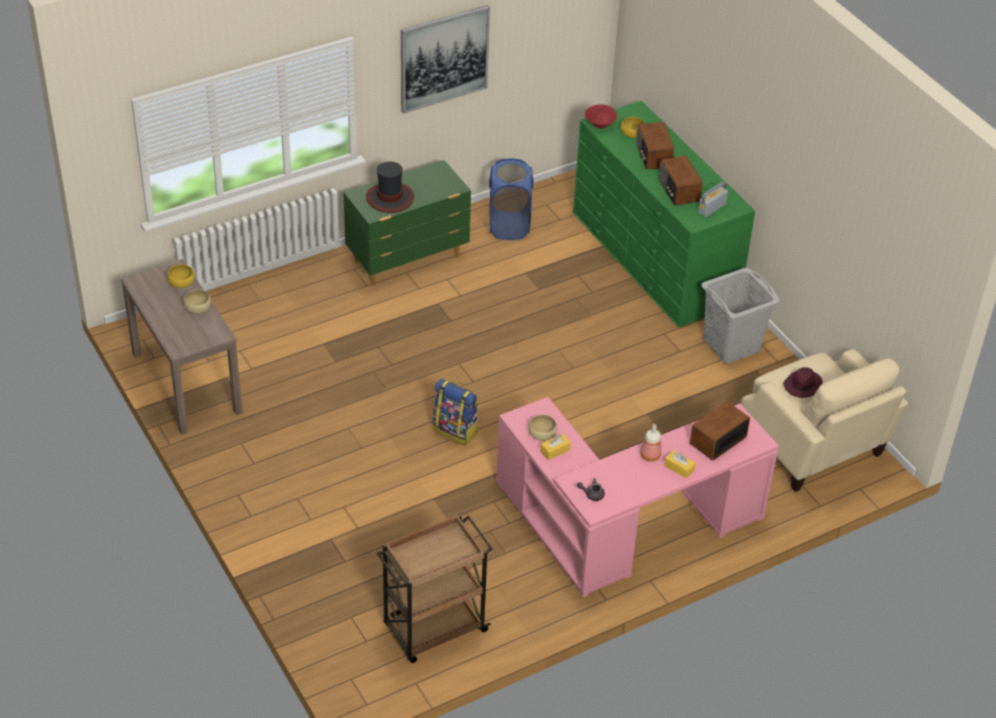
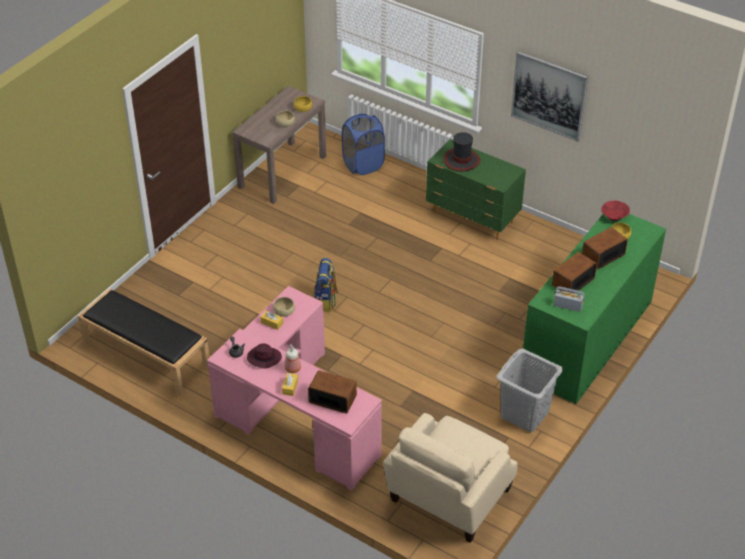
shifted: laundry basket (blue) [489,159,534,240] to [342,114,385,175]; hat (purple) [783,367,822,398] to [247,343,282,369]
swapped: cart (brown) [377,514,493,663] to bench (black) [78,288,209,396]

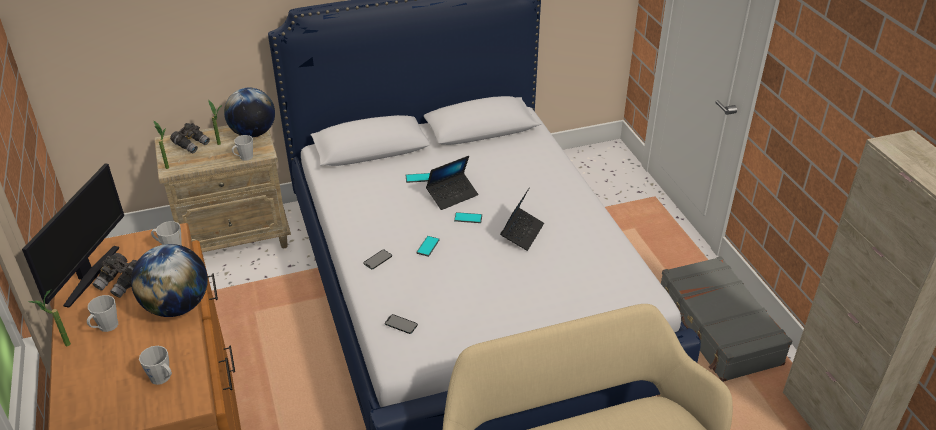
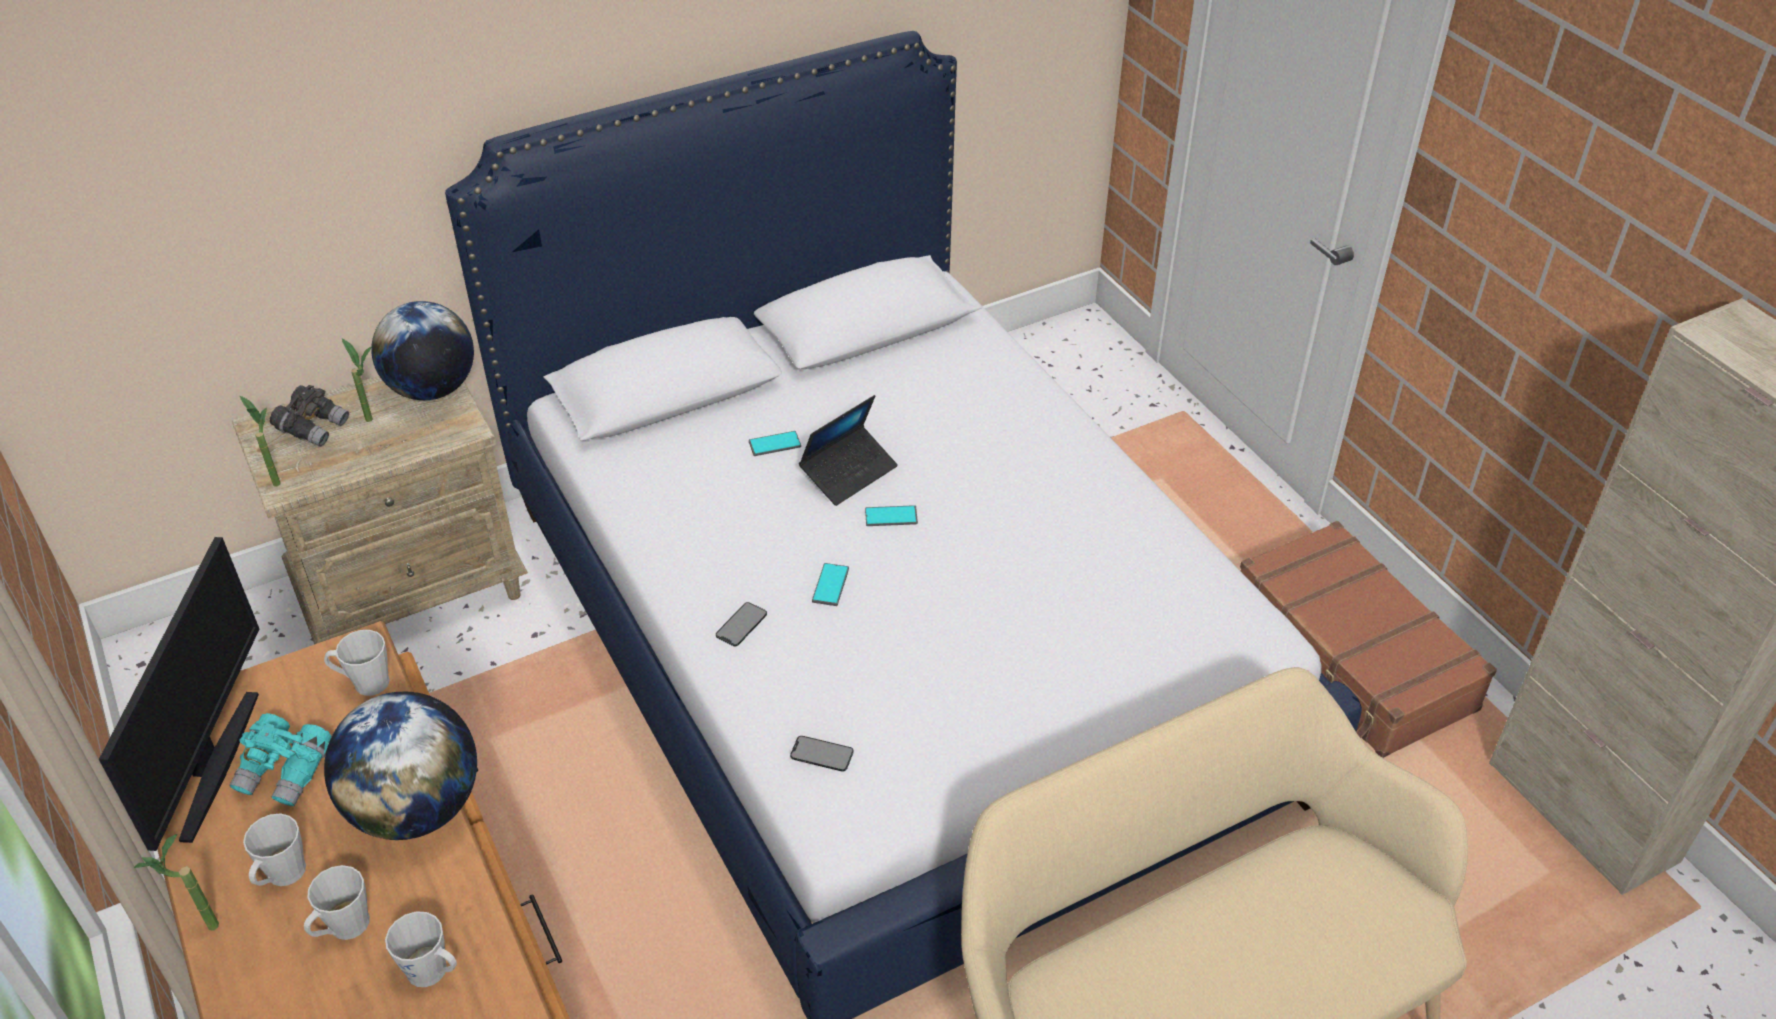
gone: laptop [500,189,544,251]
shifted: mug (grey) [232,135,253,161] to [304,865,370,940]
repainted: binoculars (grey) [93,253,138,298] to binoculars (turquoise) [229,713,331,806]; suitcase (grey) [661,256,792,382] to suitcase (brown) [1240,521,1497,758]

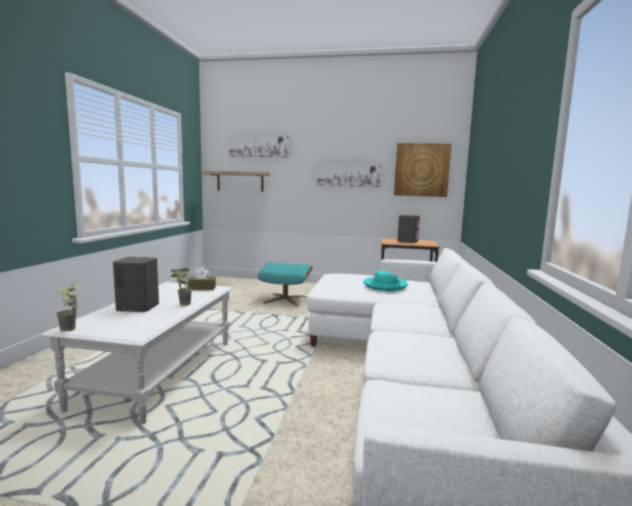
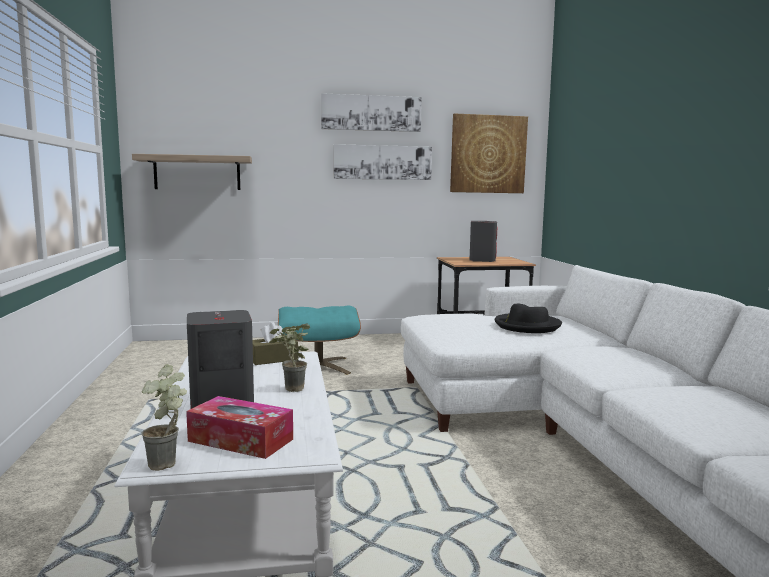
new: tissue box [186,396,293,459]
shifted: picture [229,136,289,157] to [321,93,422,132]
repainted: hat (turquoise) [363,270,408,291] to hat (black) [495,304,562,333]

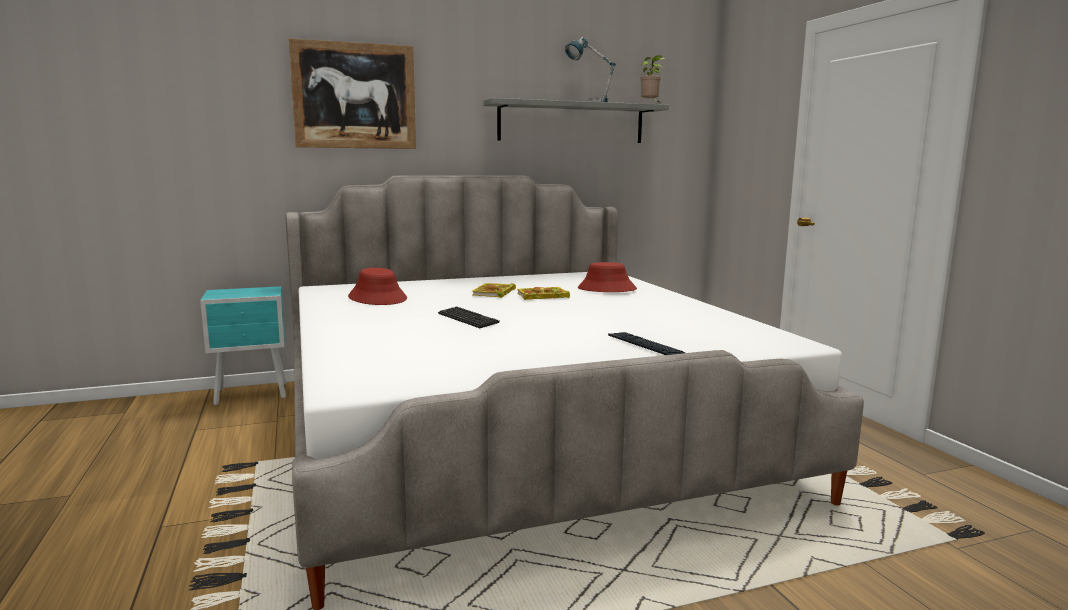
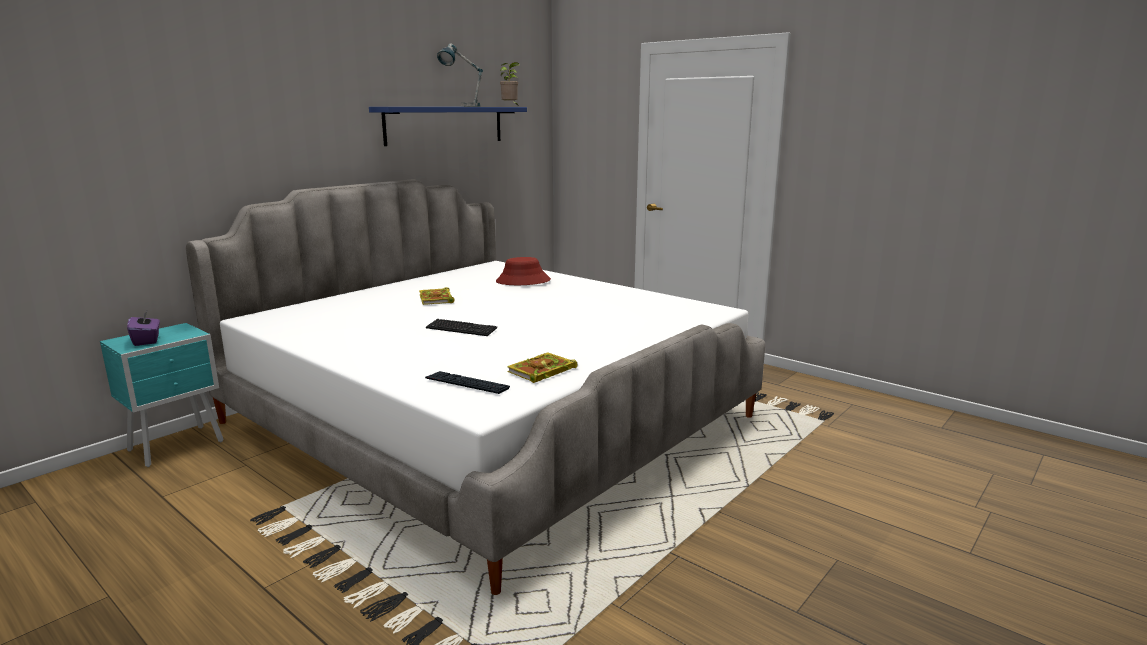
gone: picture [288,38,416,149]; hat (red) [348,268,407,305]
new: tissue box (purple) [127,309,160,346]
shifted: book [517,287,570,300] to [507,352,578,383]; keyboard [608,332,686,355] to [425,371,510,394]
repainted: shelf (grey) [483,98,669,143] to shelf (blue) [369,107,527,146]

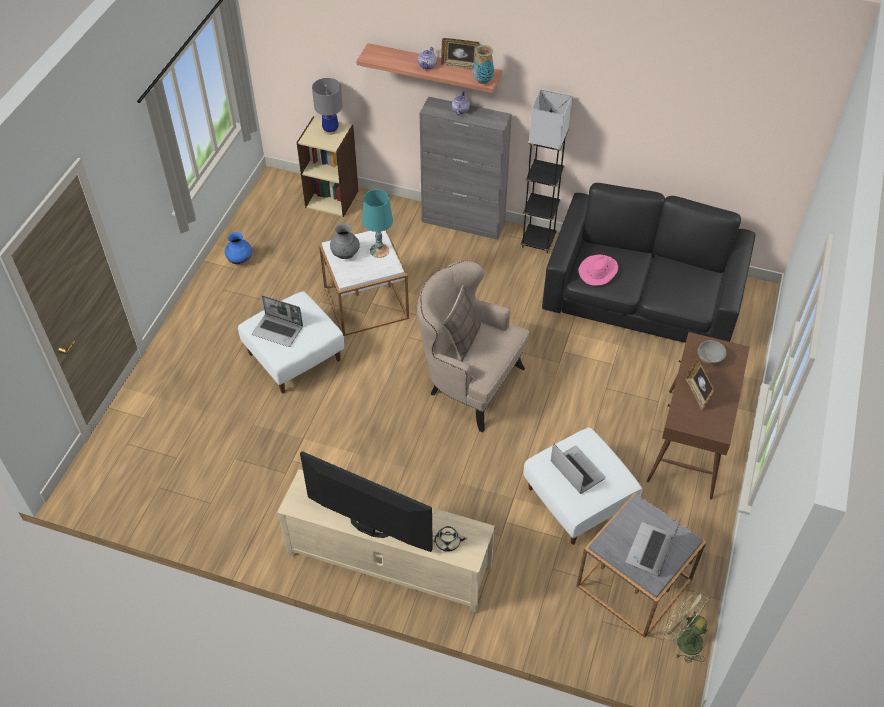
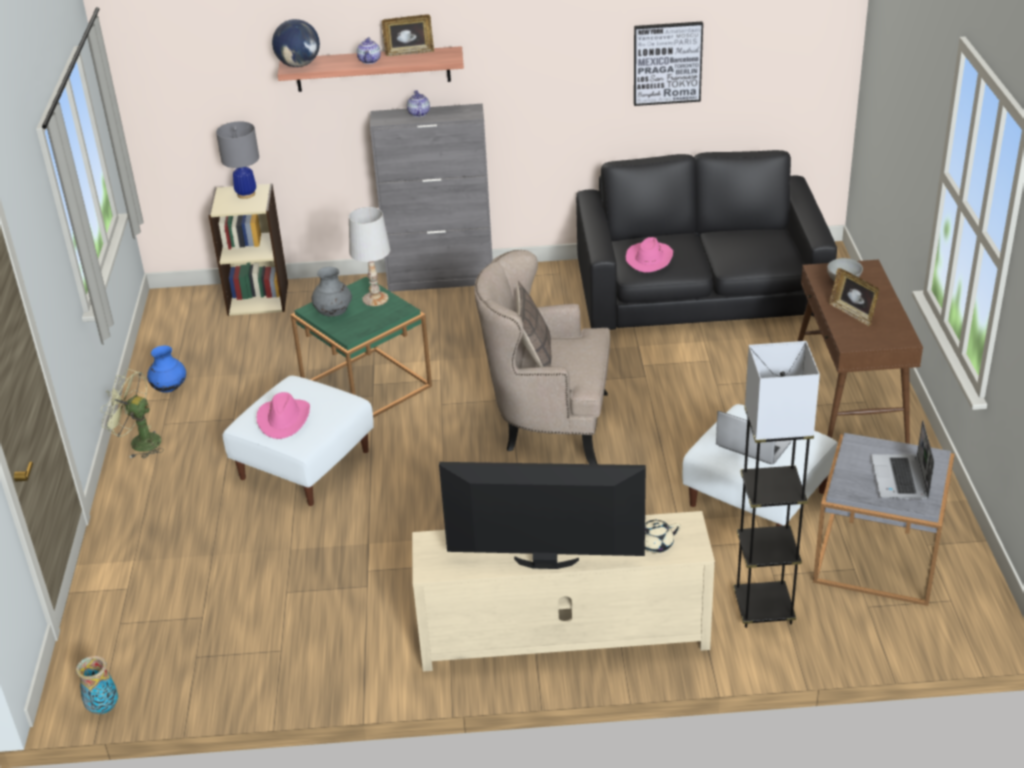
new: globe [272,19,320,67]; picture [634,22,703,106]
shifted: vase [473,45,494,84] to [76,656,118,714]; floor lamp (grey) [520,89,572,253] to [733,341,820,628]; fan (green) [663,590,710,663] to [101,369,164,458]
swapped: laptop [252,295,303,347] to hat (pink) [257,392,310,439]
repainted: side table (white) [319,230,409,336] to side table (green) [291,277,432,418]; table lamp (turquoise) [362,190,393,258] to table lamp (white) [349,207,390,306]

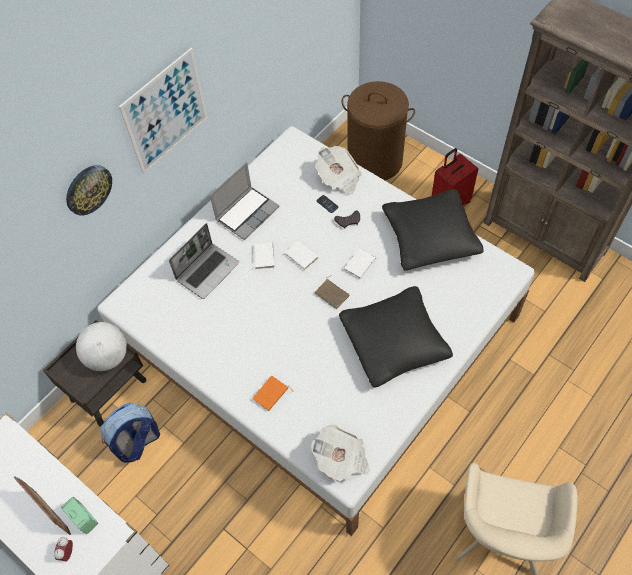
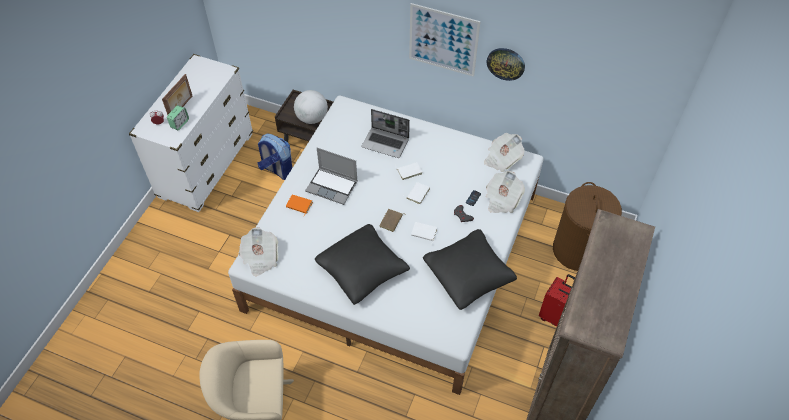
new: newspaper [484,133,524,172]
shifted: wall clock [66,165,112,215] to [487,48,525,81]; laptop [210,162,280,240] to [305,148,358,205]

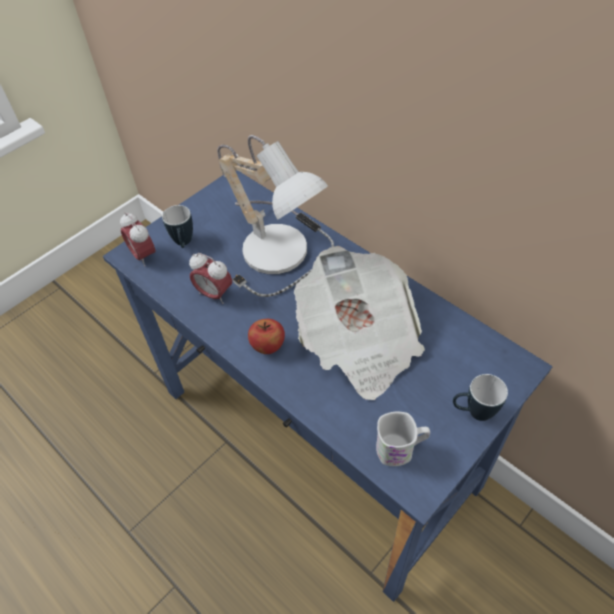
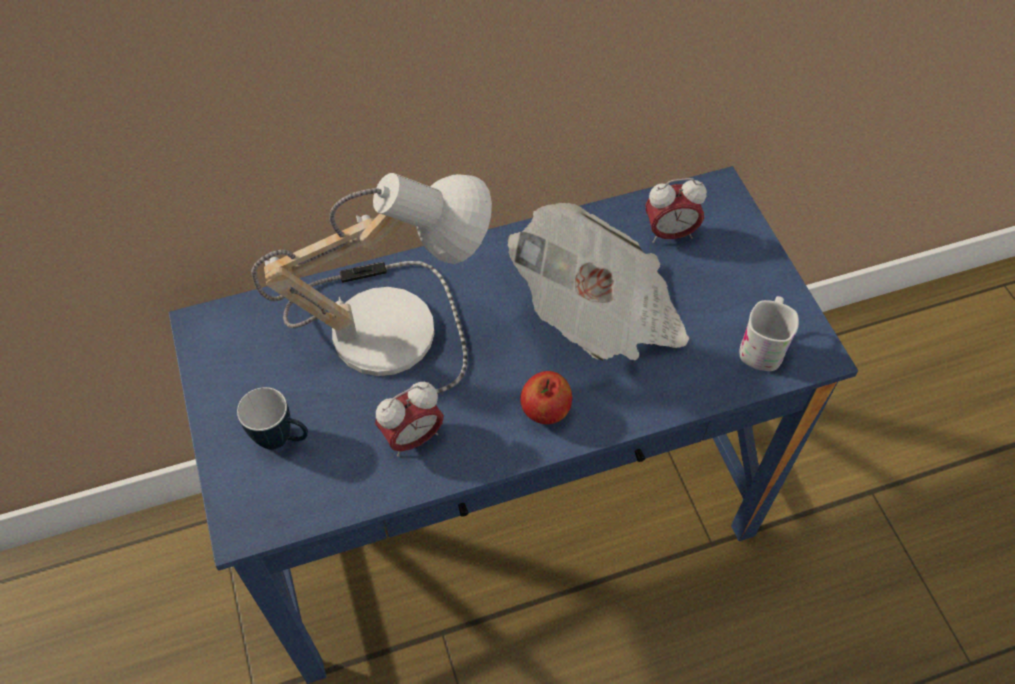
gone: mug [453,374,508,421]
shifted: alarm clock [120,212,156,267] to [645,178,707,243]

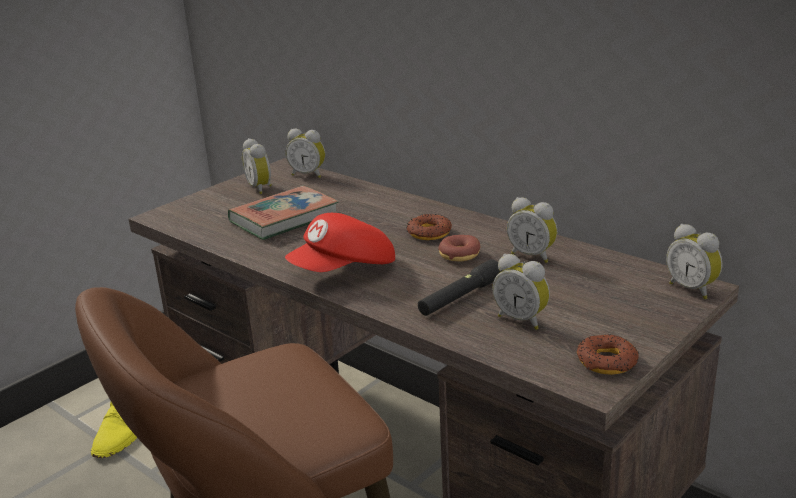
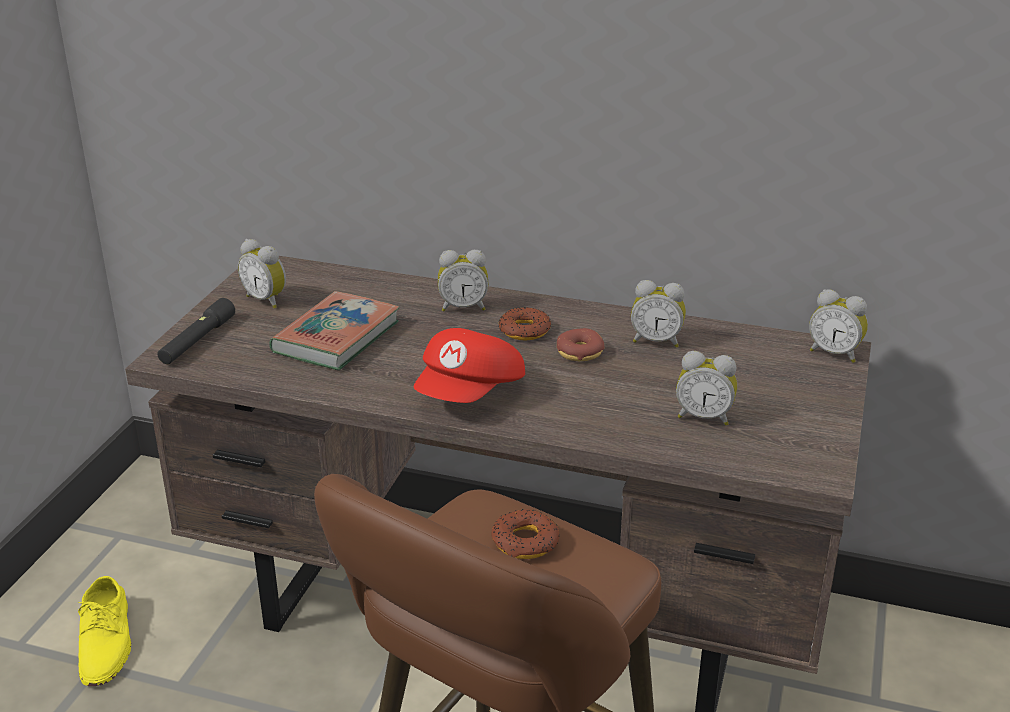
shifted: alarm clock [286,129,325,178] to [438,250,488,312]; flashlight (black) [418,259,502,316] to [157,298,235,364]; donut [577,334,639,375] to [492,509,559,559]

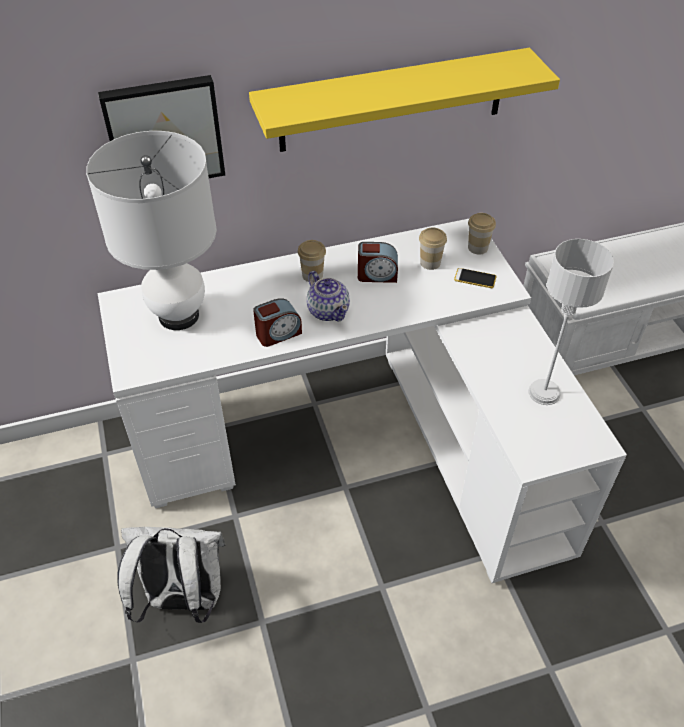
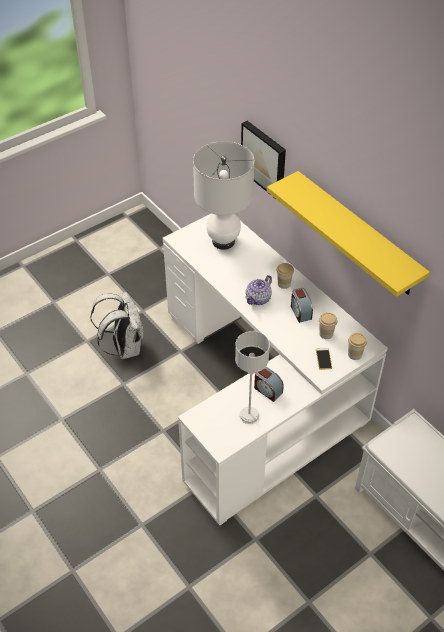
shifted: alarm clock [253,298,302,347] to [254,367,284,402]

